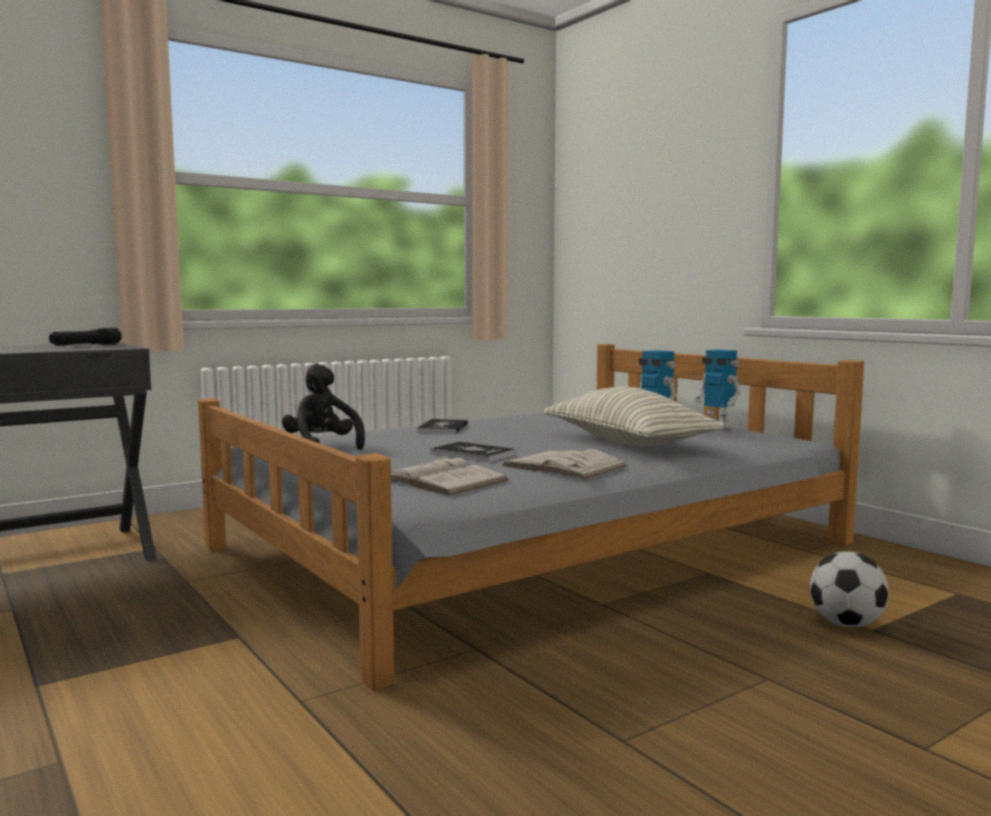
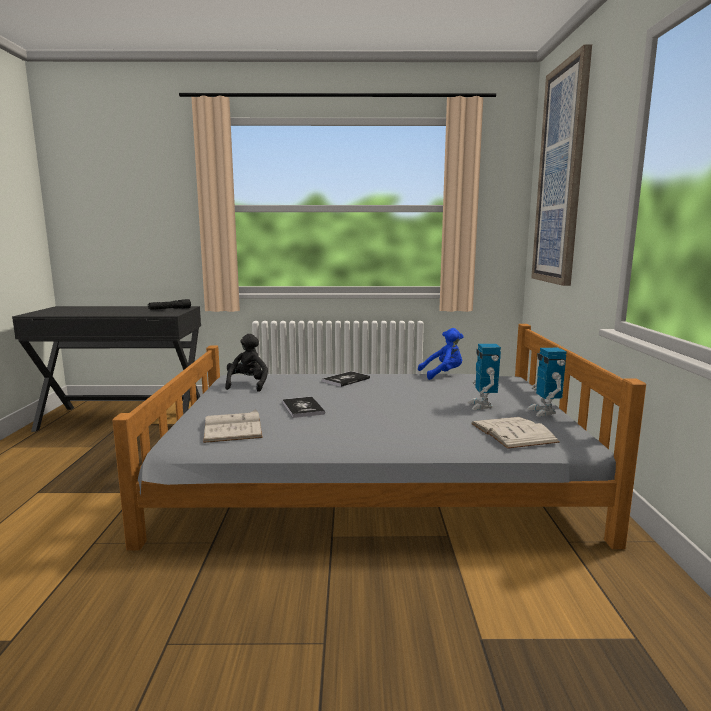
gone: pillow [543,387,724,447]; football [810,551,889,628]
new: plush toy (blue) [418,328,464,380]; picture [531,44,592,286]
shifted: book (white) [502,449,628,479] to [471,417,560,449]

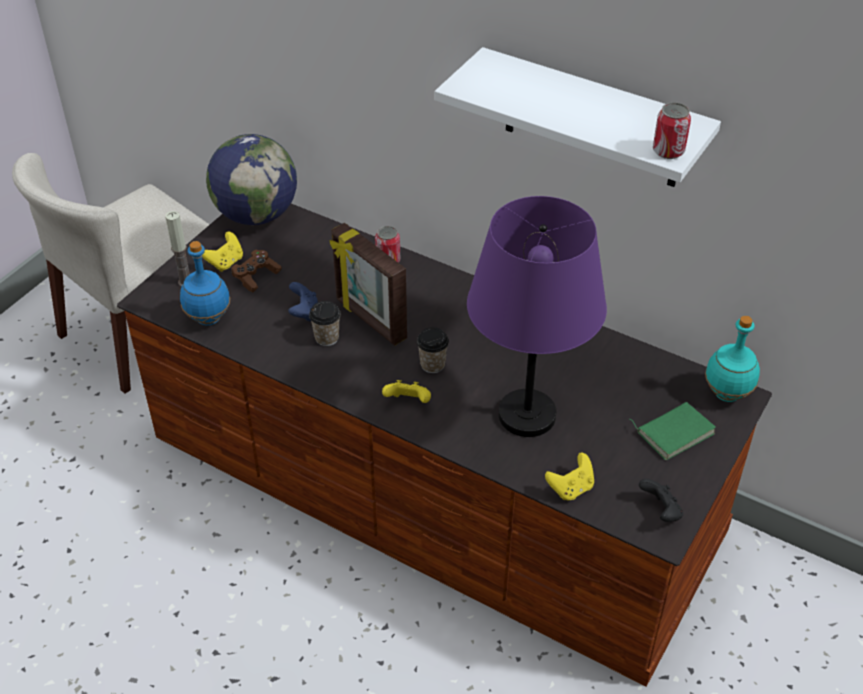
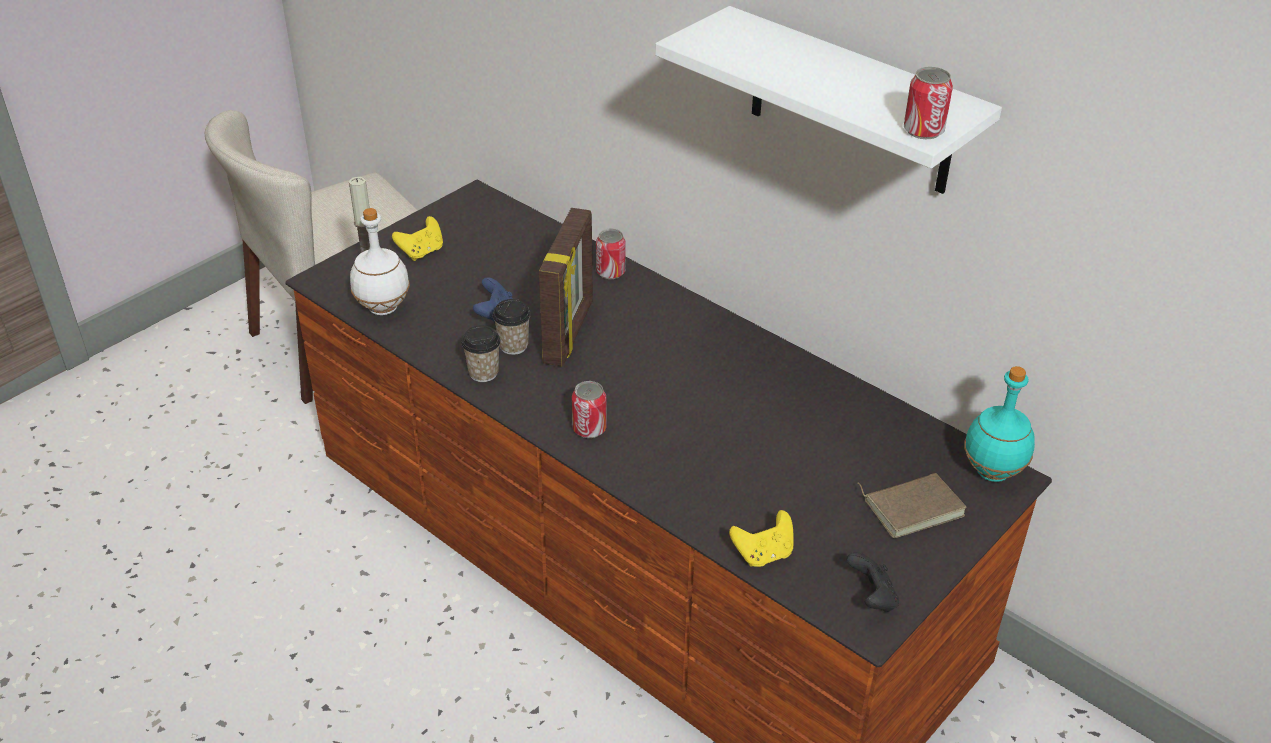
gone: globe [206,134,297,225]; game controller (brown) [230,250,282,293]; table lamp (purple) [467,196,607,437]
shifted: cup [417,327,449,373] to [461,325,501,382]
swapped: game controller (yellow) [382,380,431,403] to can [572,381,607,438]
repainted: bottle (blue) [180,241,230,326] to bottle (white) [350,208,410,315]; book (green) [630,402,716,460] to book (brown) [858,473,967,538]
rotated: picture frame [330,223,407,346] = [539,208,593,366] 135 degrees counterclockwise

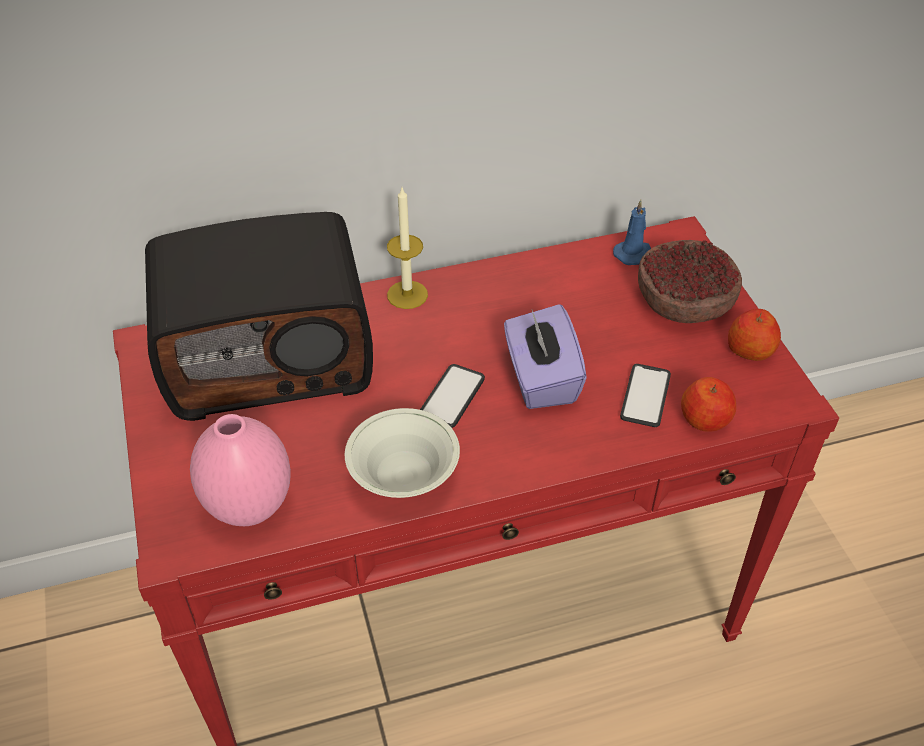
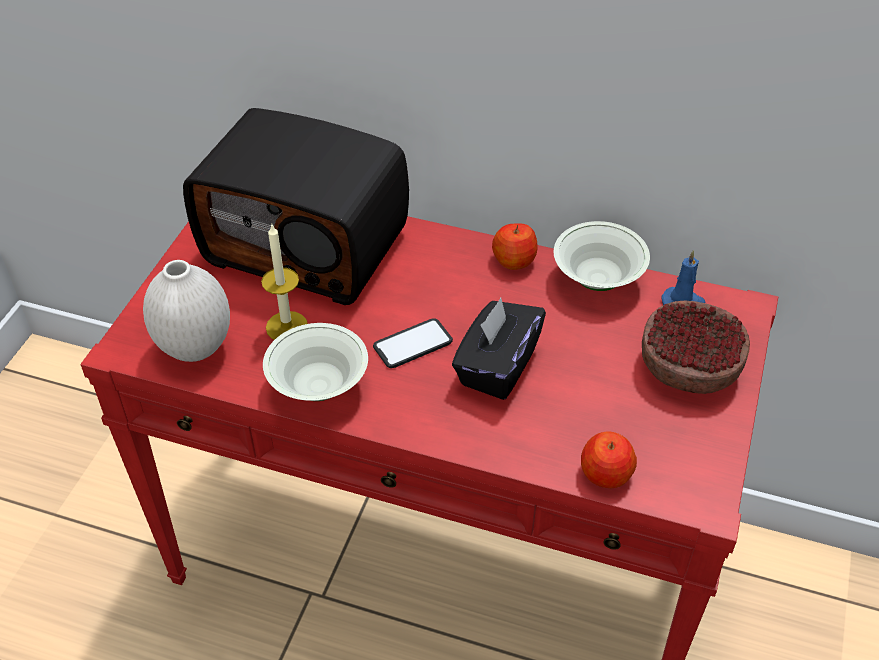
gone: phone [620,364,671,427]
new: bowl (white) [554,221,650,291]
shifted: candle [387,188,428,309] to [261,225,308,340]; apple [728,309,781,361] to [492,223,538,270]
repainted: vase (pink) [190,414,291,526] to vase (white) [143,260,230,362]; tissue box (purple) [504,304,587,409] to tissue box (black) [452,298,546,400]

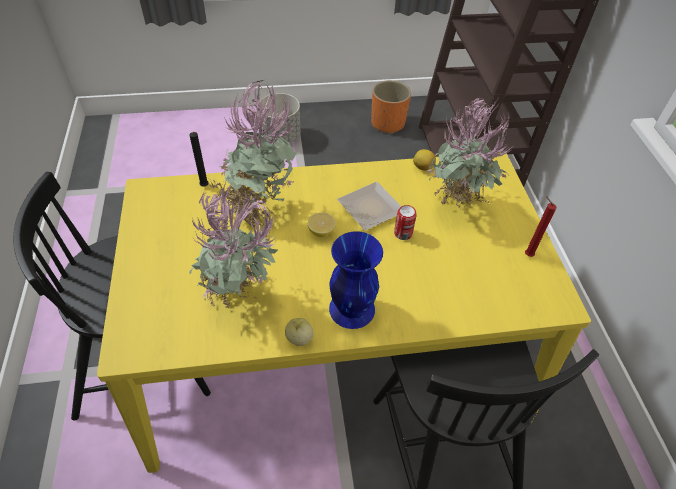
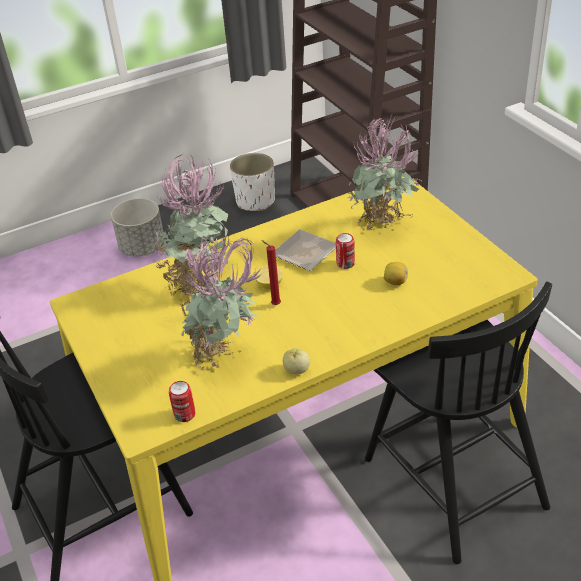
gone: candle (black) [189,132,209,187]; vase (blue) [329,231,383,329]
new: can [169,381,195,422]
shifted: lemon [413,149,436,171] to [384,262,408,285]; candle (red) [525,196,557,257] to [261,240,281,305]
repainted: planter (orange) [371,80,411,134] to planter (white) [230,153,275,211]

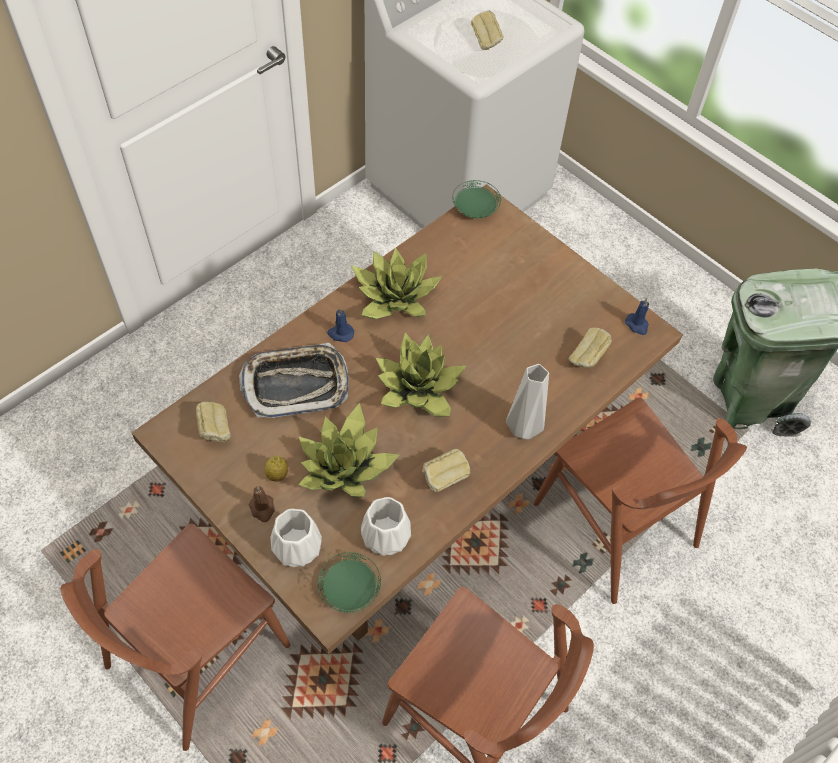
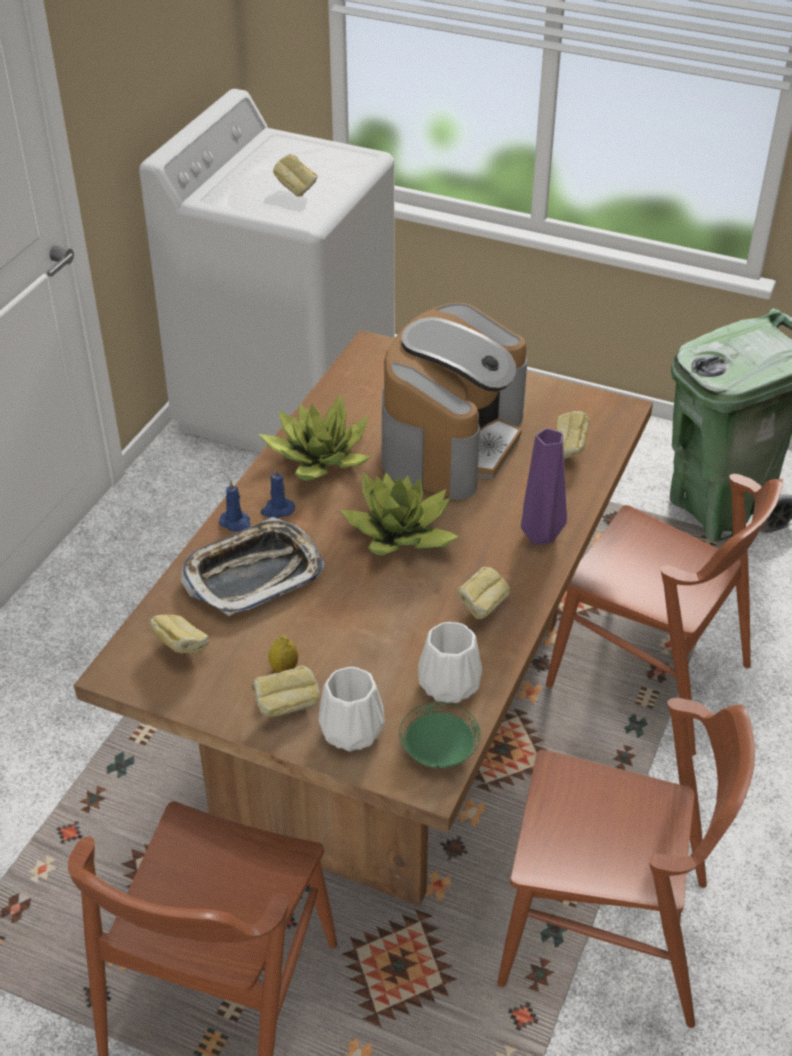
gone: potted plant [298,403,399,497]; plate (green) [452,180,501,218]
new: coffee machine [381,303,528,500]
shifted: candle (blue) [625,298,649,335] to [219,480,251,532]
swapped: candle (brown) [248,486,275,522] to bread [251,666,320,717]
repainted: vase (grey) [506,364,549,440] to vase (purple) [521,428,567,545]

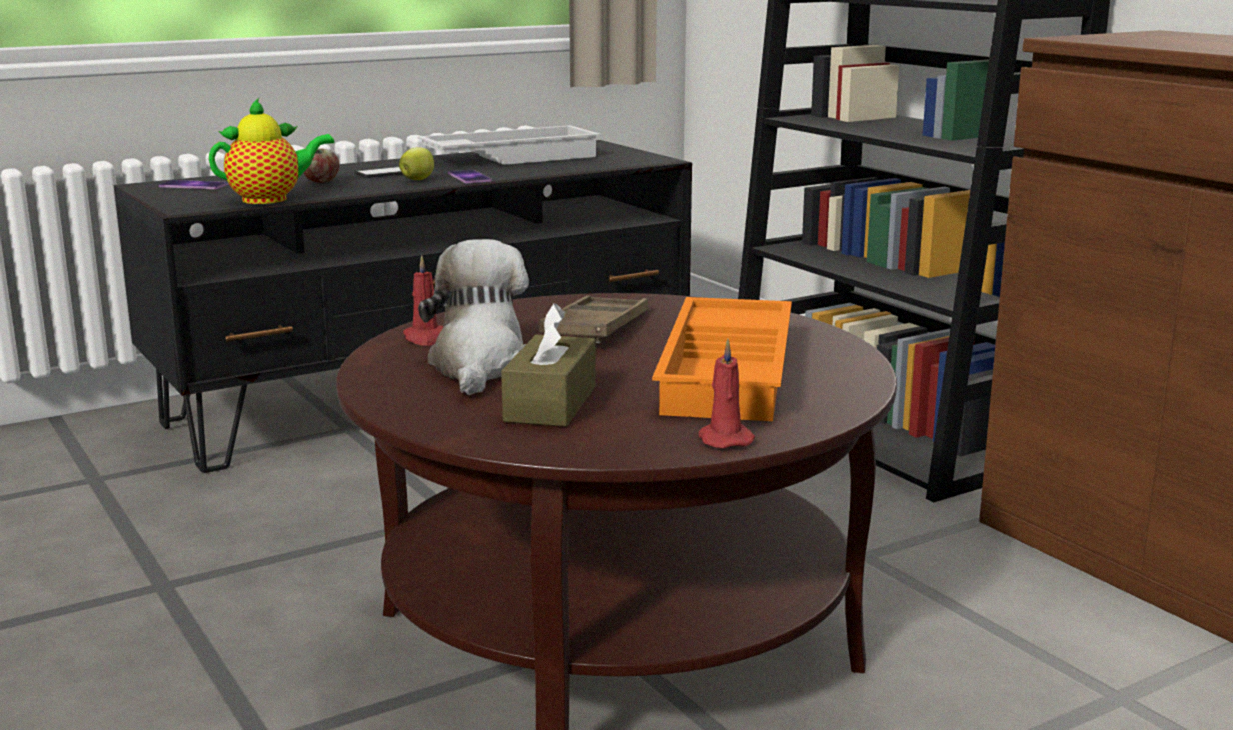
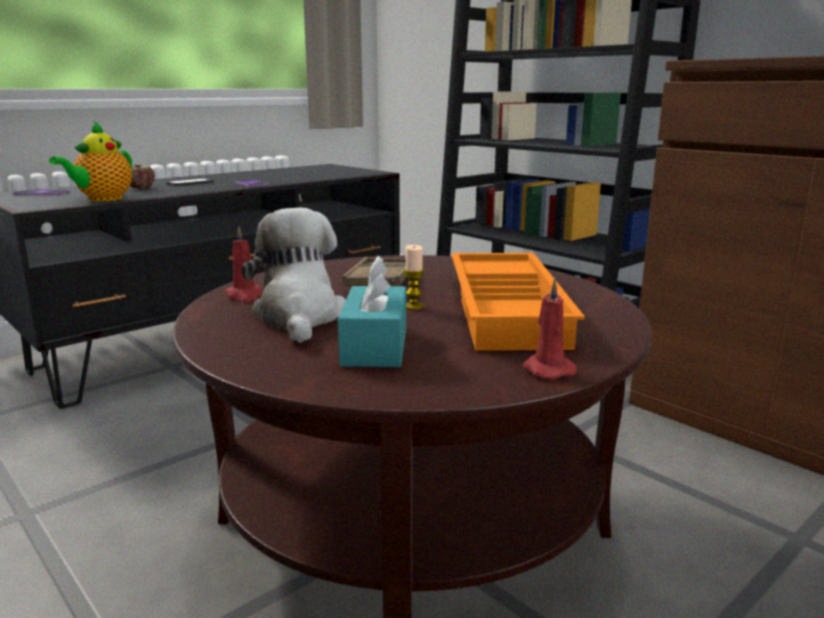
gone: apple [399,147,434,180]; tray (white) [417,125,601,165]
new: candle [403,245,425,310]
repainted: tissue box (brown) [501,303,596,427] to tissue box (turquoise) [338,256,406,367]
rotated: teapot [209,98,334,204] = [49,120,132,202] 150 degrees clockwise

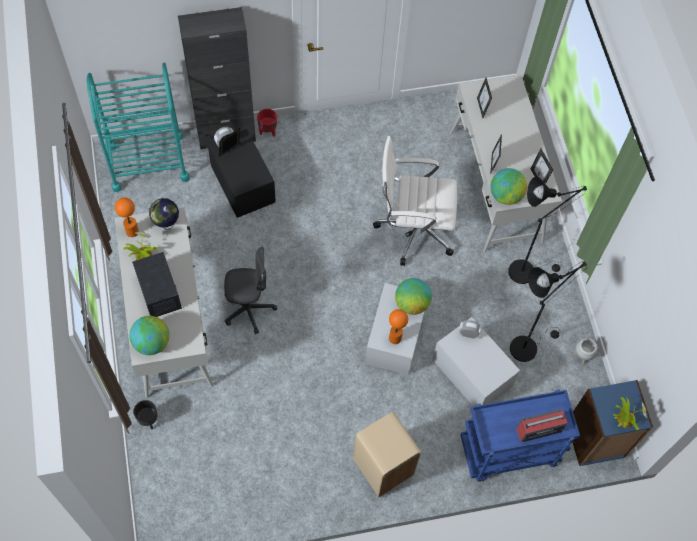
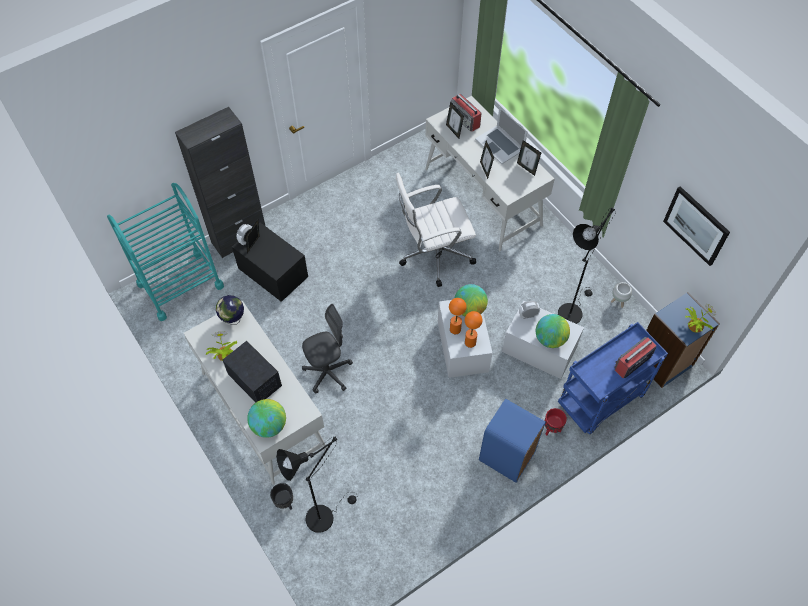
new: radio [451,94,482,132]; laptop [475,107,528,164]; picture [663,186,730,266]
shifted: table lamp (orange) [115,198,139,237] to [449,298,467,334]; planter (red) [257,109,277,137] to [545,408,567,435]; globe [490,168,527,205] to [536,314,570,348]; floor lamp (black) [508,177,587,284] to [276,436,357,533]
repainted: trash can (beige) [353,412,421,497] to trash can (blue) [479,399,546,483]

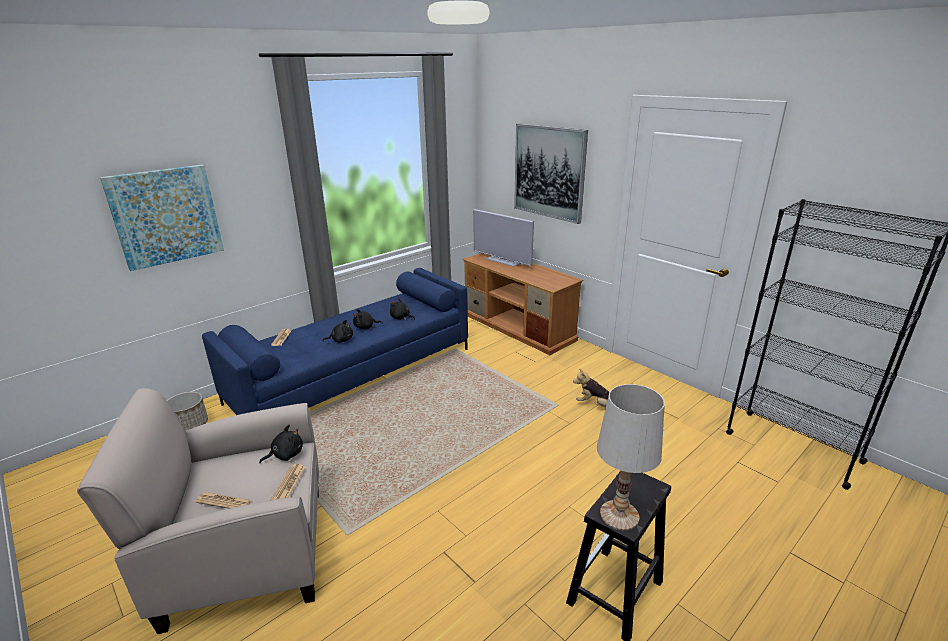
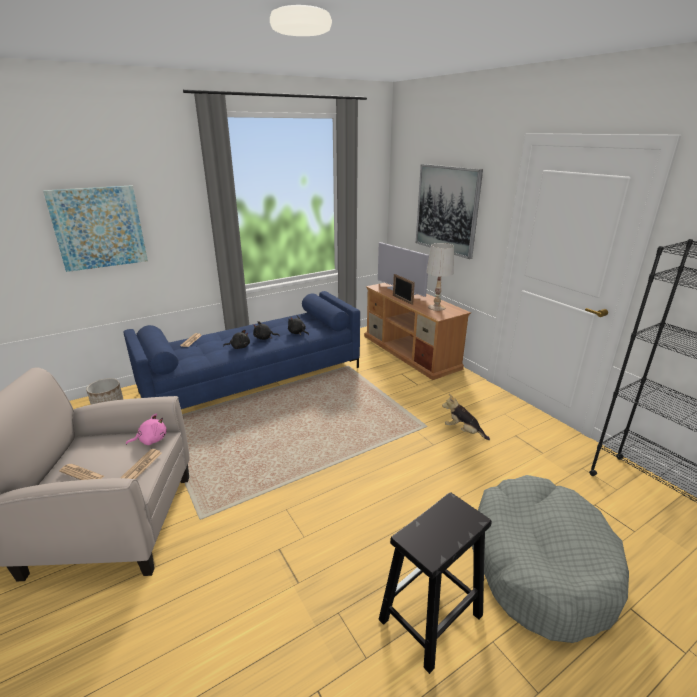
new: picture frame [393,274,415,305]; dog bed (grey) [472,475,629,643]
shifted: table lamp (white) [597,384,665,530] to [426,243,454,311]
repainted: plush toy (black) [259,425,303,463] to plush toy (pink) [126,414,167,445]

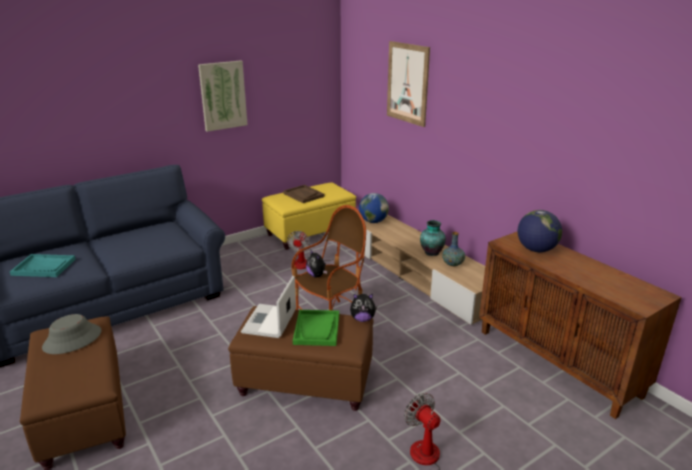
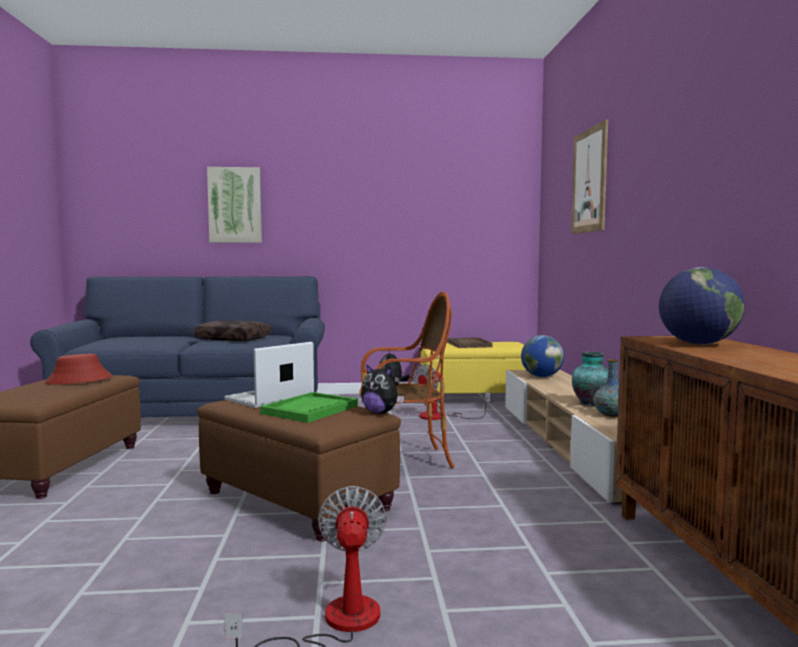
gone: tray (turquoise) [10,254,76,277]
new: pillow (brown) [194,320,271,341]
shifted: picture [198,60,248,132] to [207,167,262,243]
repainted: hat (grey) [42,314,102,354] to hat (red) [44,354,113,385]

